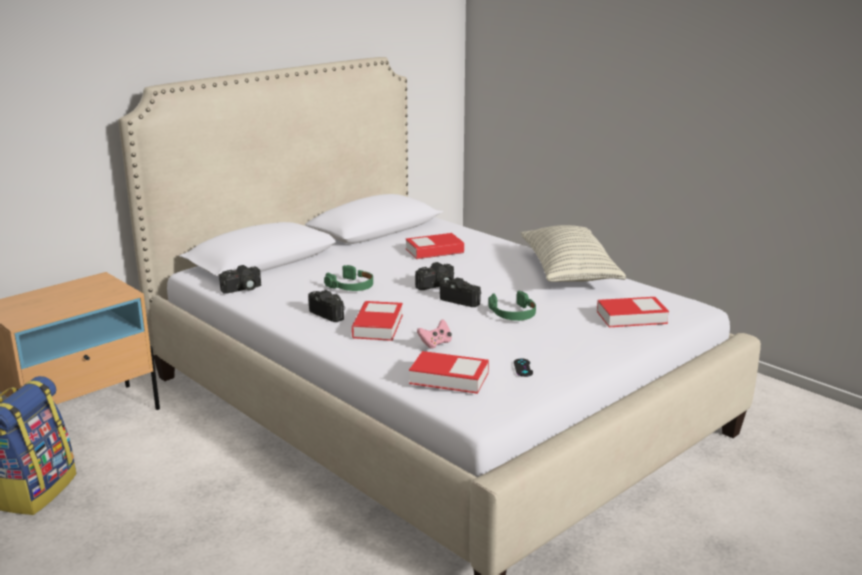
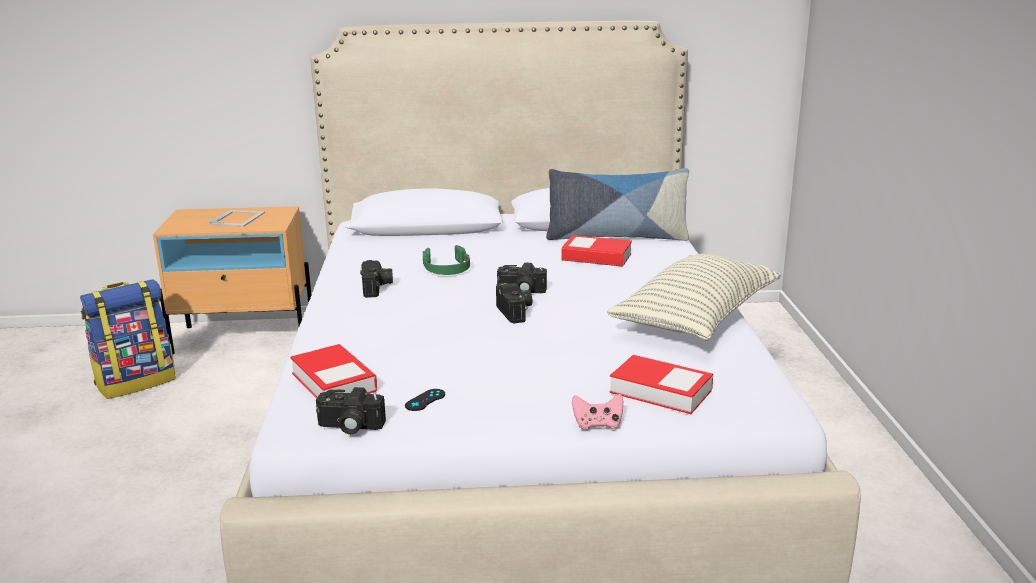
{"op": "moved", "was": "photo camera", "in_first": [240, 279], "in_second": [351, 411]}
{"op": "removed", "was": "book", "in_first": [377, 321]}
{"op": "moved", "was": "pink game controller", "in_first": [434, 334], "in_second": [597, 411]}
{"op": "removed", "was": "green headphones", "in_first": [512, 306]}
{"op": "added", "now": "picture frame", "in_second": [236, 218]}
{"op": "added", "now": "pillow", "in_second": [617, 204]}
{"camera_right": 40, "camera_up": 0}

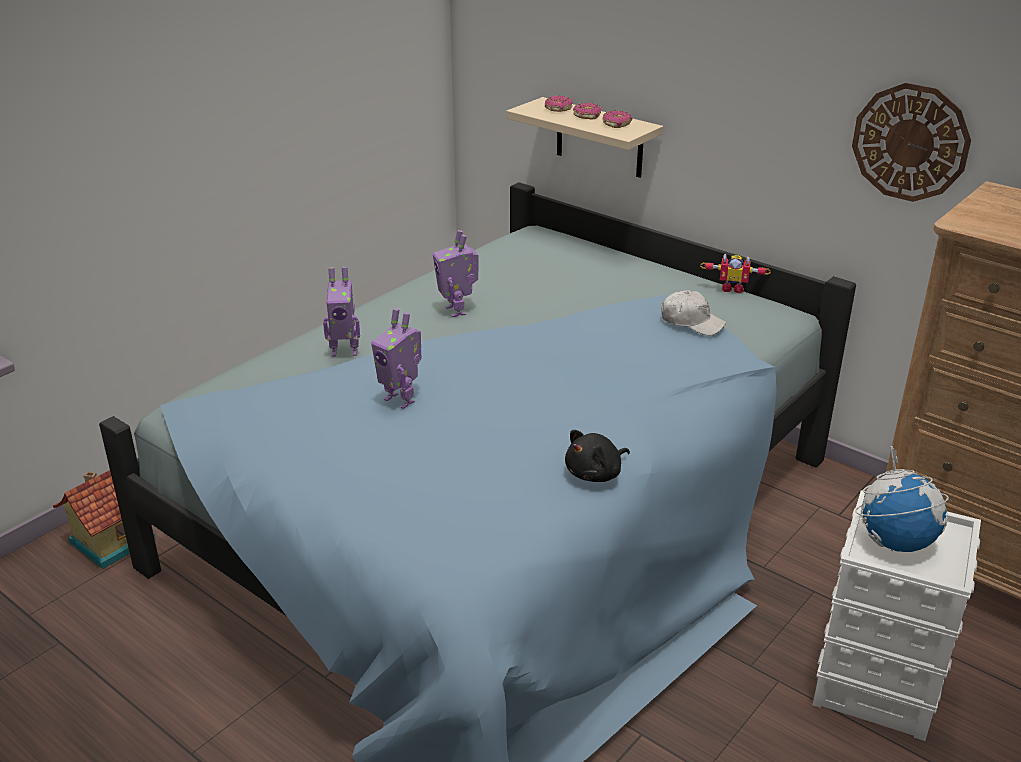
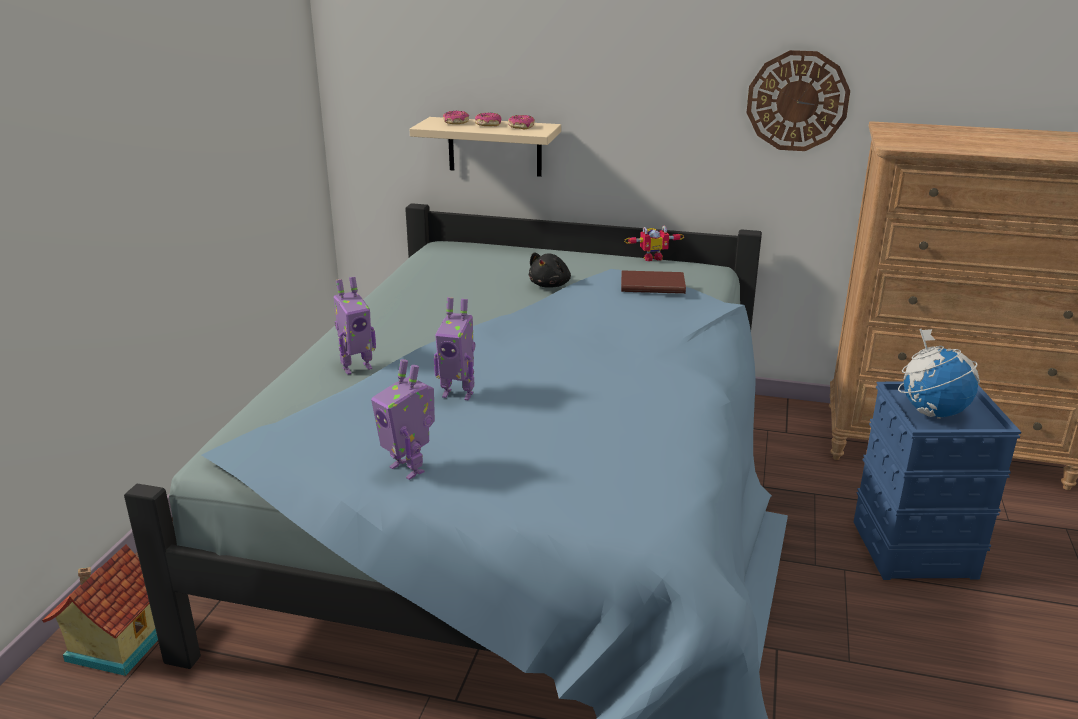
{"op": "moved", "was": "toy robot", "in_first": [456, 273], "in_second": [403, 419]}
{"op": "moved", "was": "black plush toy", "in_first": [597, 456], "in_second": [550, 270]}
{"op": "replaced", "was": "white cap", "now": "brown book", "in_first": [693, 313], "in_second": [653, 282]}
{"op": "recoloured", "was": "white storage box", "now": "blue storage box", "in_first": [897, 615], "in_second": [937, 481]}
{"camera_right": -25, "camera_up": -5}

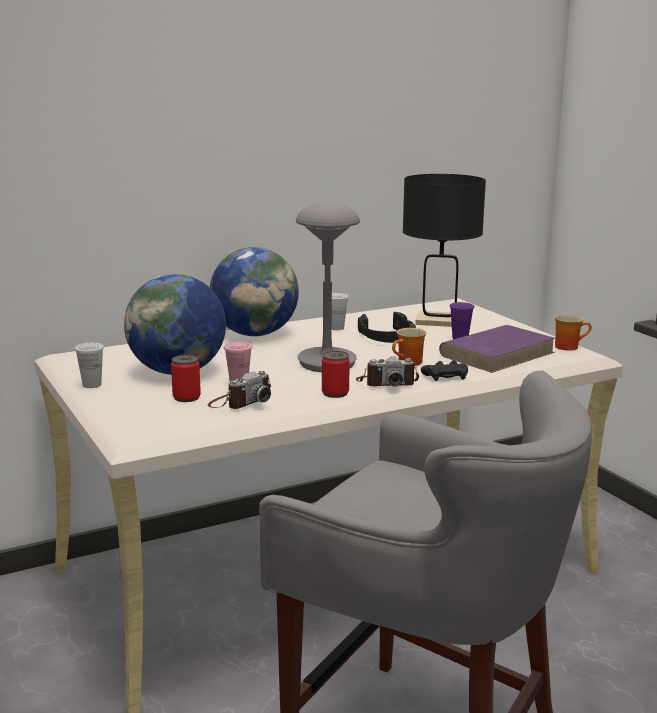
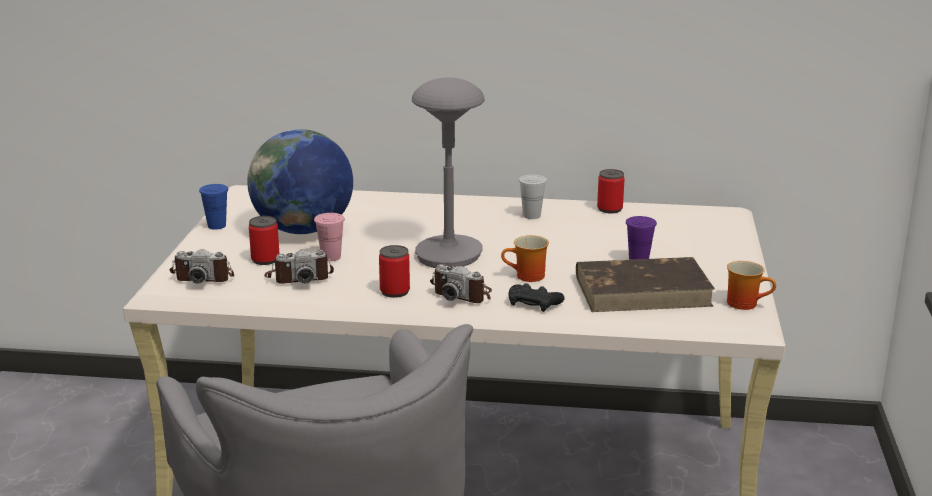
{"op": "recoloured", "was": "white cup", "now": "blue cup", "in_first": [89, 365], "in_second": [213, 207]}
{"op": "removed", "was": "globe", "in_first": [254, 291]}
{"op": "removed", "was": "black headphones", "in_first": [387, 327]}
{"op": "removed", "was": "black table lamp", "in_first": [444, 250]}
{"op": "recoloured", "was": "purple book", "now": "brown book", "in_first": [497, 349], "in_second": [645, 284]}
{"op": "added", "now": "photo camera", "in_second": [201, 266]}
{"op": "added", "now": "can", "in_second": [611, 191]}
{"camera_right": 35, "camera_up": 5}

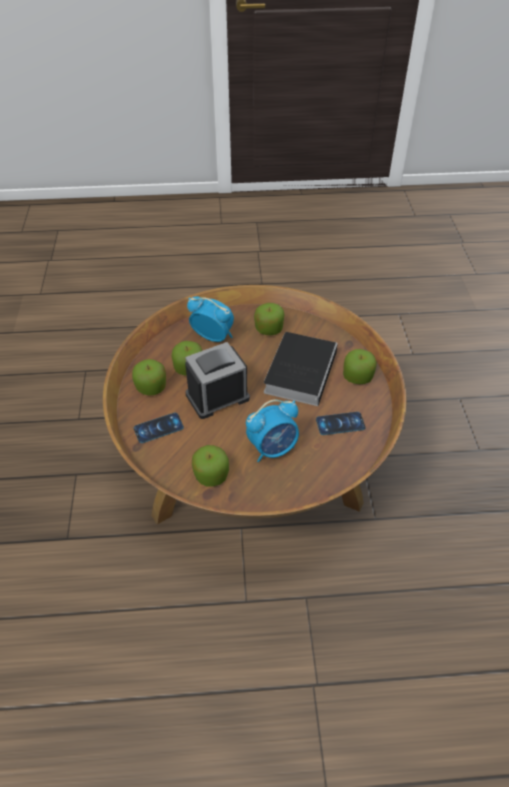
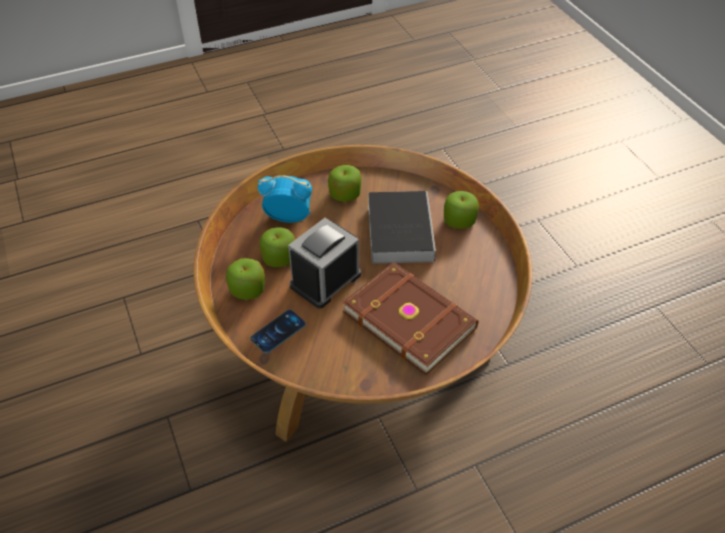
{"op": "removed", "was": "apple", "in_first": [210, 466]}
{"op": "replaced", "was": "alarm clock", "now": "brown book", "in_first": [272, 431], "in_second": [410, 318]}
{"op": "removed", "was": "phone", "in_first": [341, 423]}
{"camera_right": -20, "camera_up": 0}

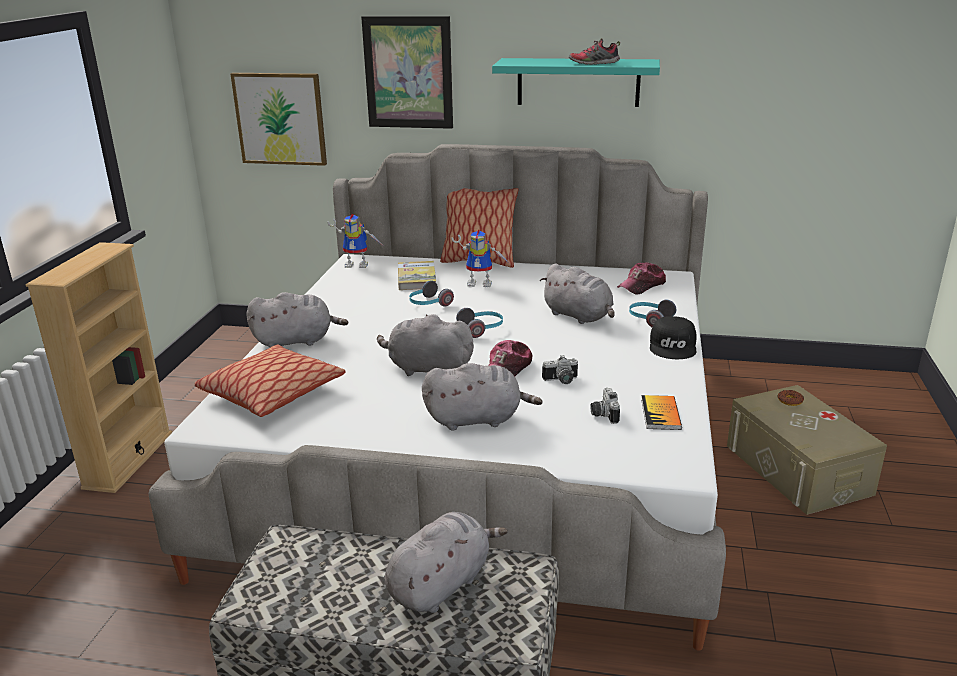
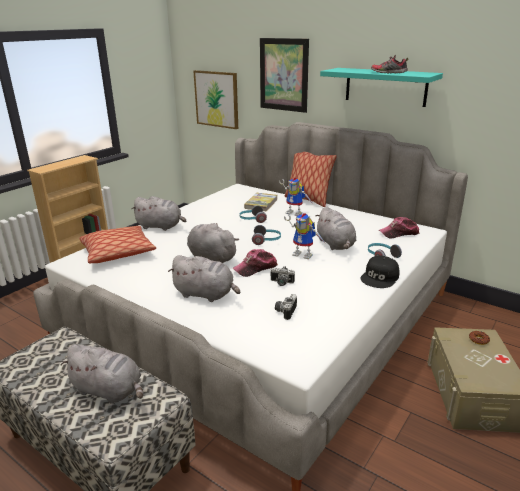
{"op": "moved", "was": "toy robot", "in_first": [354, 241], "in_second": [305, 236]}
{"op": "turned", "was": "grey plush toy", "in_first": [446, 562], "in_second": [102, 374], "clockwise": 45}
{"op": "removed", "was": "book", "in_first": [661, 412]}
{"camera_right": 25, "camera_up": 0}

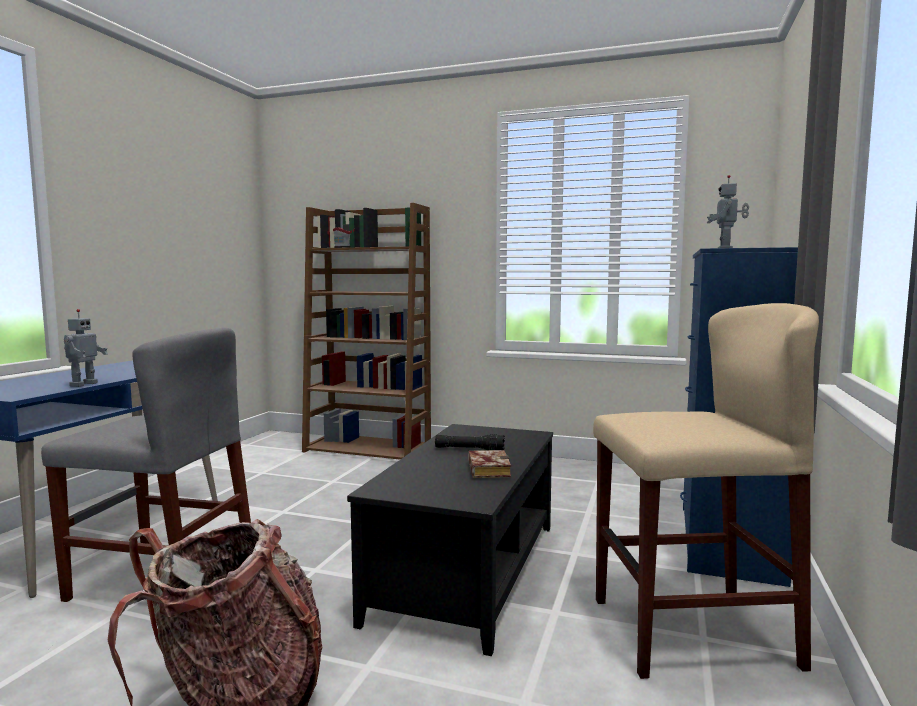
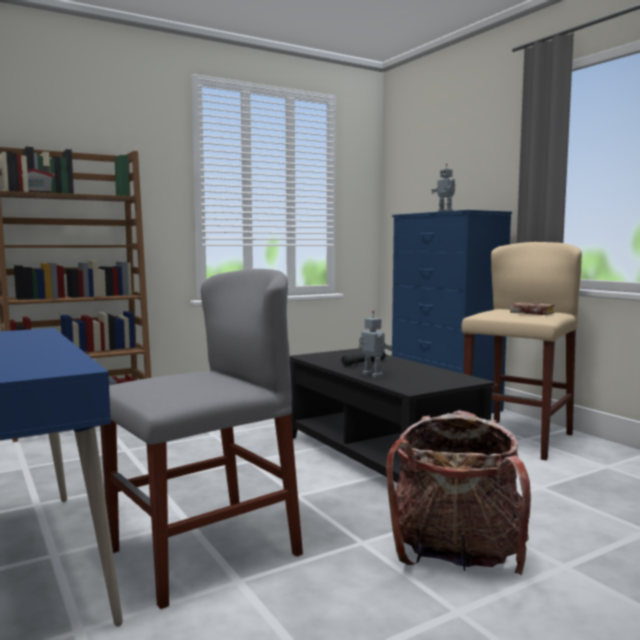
{"op": "moved", "was": "toy robot", "in_first": [86, 348], "in_second": [376, 344]}
{"op": "moved", "was": "book", "in_first": [489, 464], "in_second": [532, 309]}
{"camera_right": -50, "camera_up": 0}

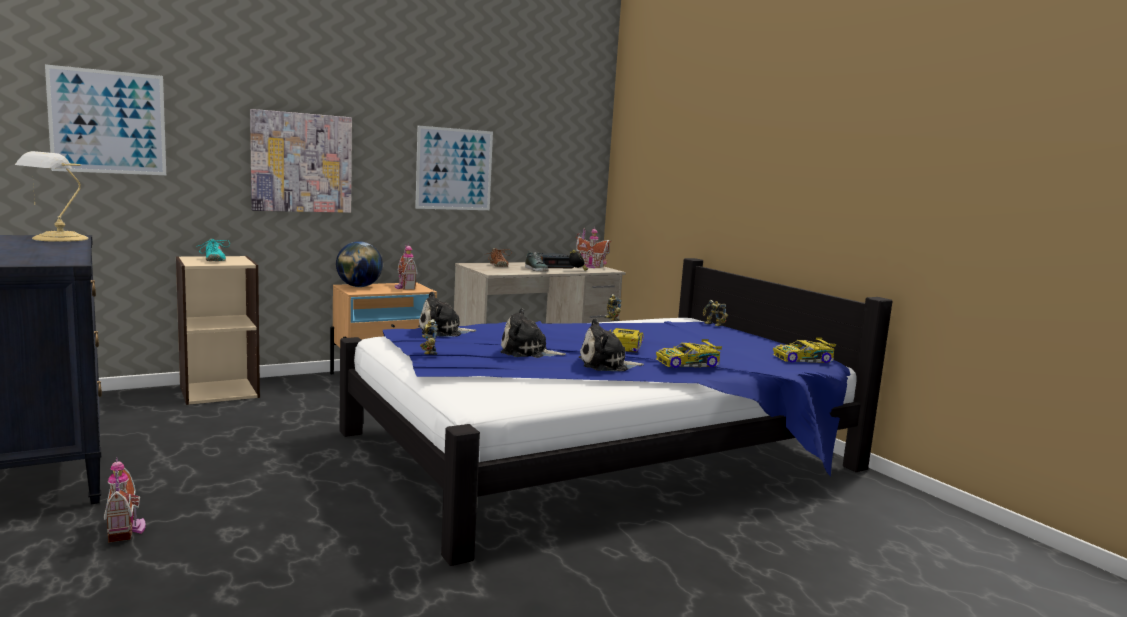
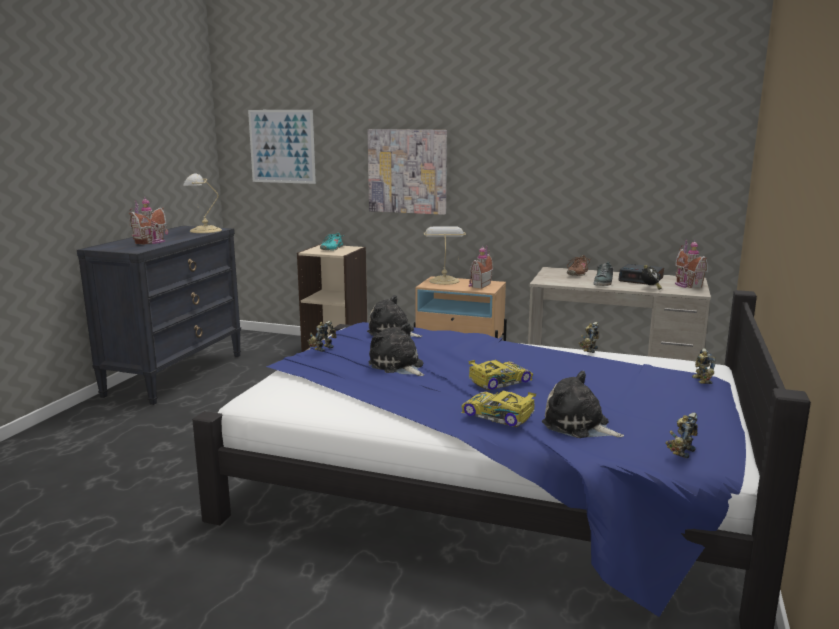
{"op": "moved", "was": "toy house", "in_first": [125, 500], "in_second": [148, 220]}
{"op": "replaced", "was": "globe", "now": "table lamp", "in_first": [359, 264], "in_second": [445, 255]}
{"op": "removed", "was": "picture", "in_first": [454, 168]}
{"op": "moved", "was": "plush toy", "in_first": [611, 345], "in_second": [583, 404]}
{"op": "replaced", "was": "toy car", "now": "toy robot", "in_first": [804, 350], "in_second": [682, 435]}
{"camera_right": 50, "camera_up": 5}

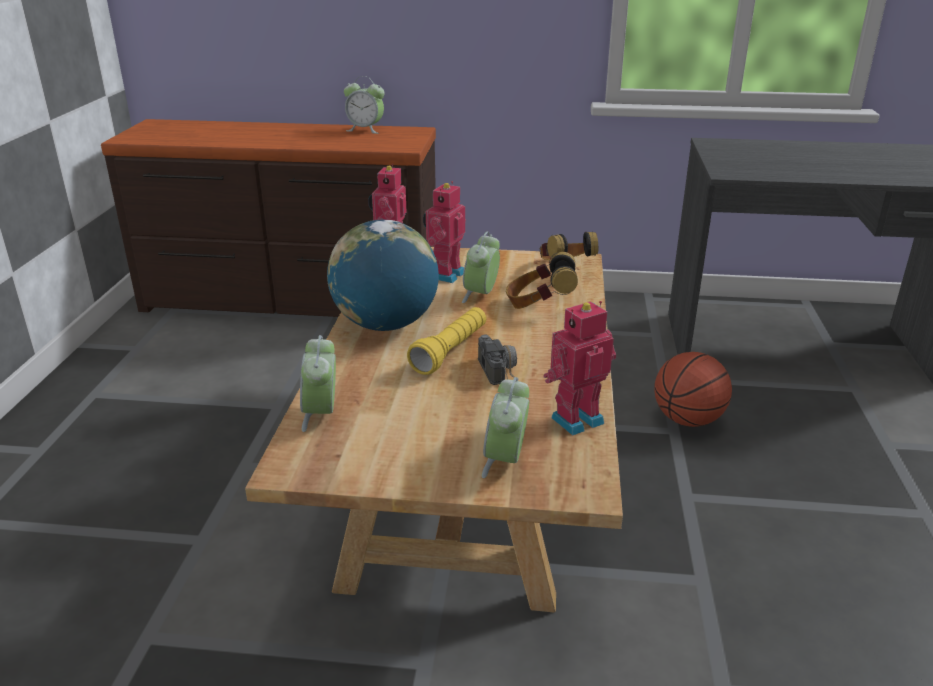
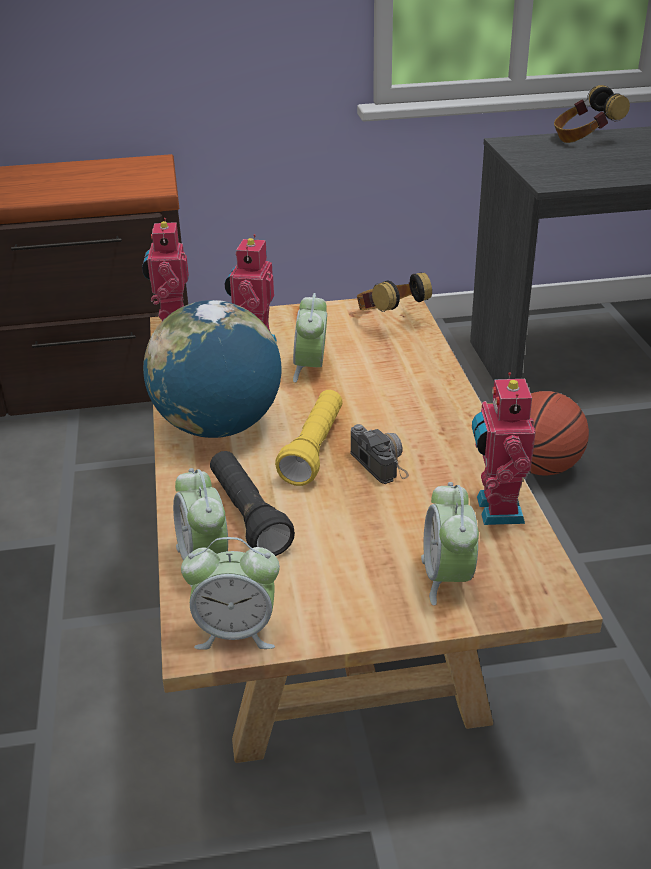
{"op": "moved", "was": "alarm clock", "in_first": [364, 105], "in_second": [230, 593]}
{"op": "moved", "was": "headphones", "in_first": [542, 280], "in_second": [592, 114]}
{"op": "turned", "was": "toy robot", "in_first": [580, 368], "in_second": [504, 448], "clockwise": -45}
{"op": "added", "now": "black flashlight", "in_second": [252, 503]}
{"camera_right": -15, "camera_up": 5}

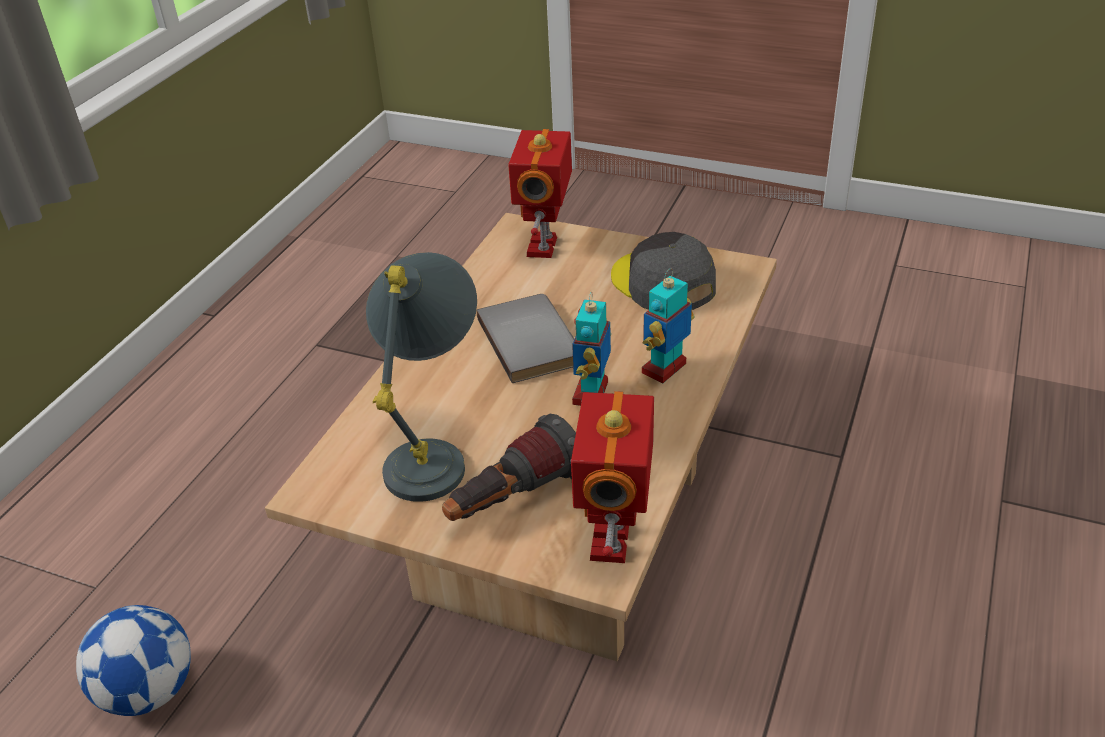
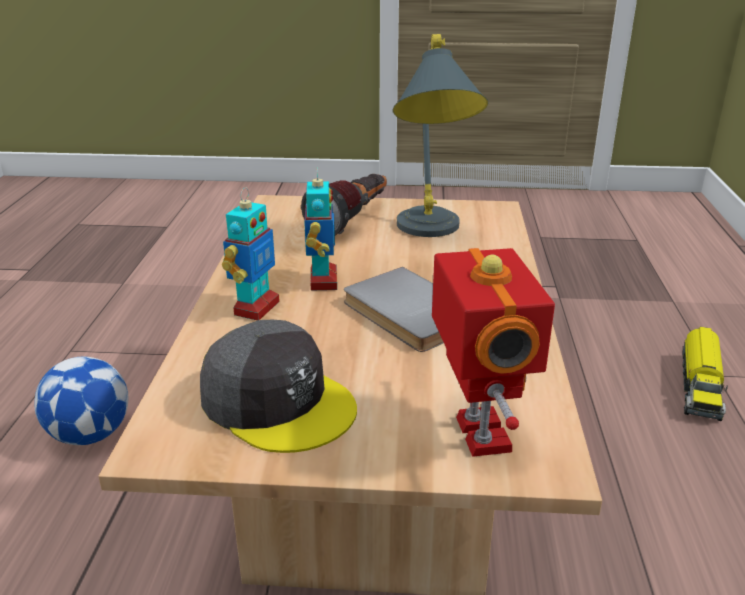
{"op": "moved", "was": "football", "in_first": [133, 660], "in_second": [81, 400]}
{"op": "removed", "was": "toy robot", "in_first": [612, 477]}
{"op": "added", "now": "toy truck", "in_second": [705, 374]}
{"camera_right": 160, "camera_up": -10}

